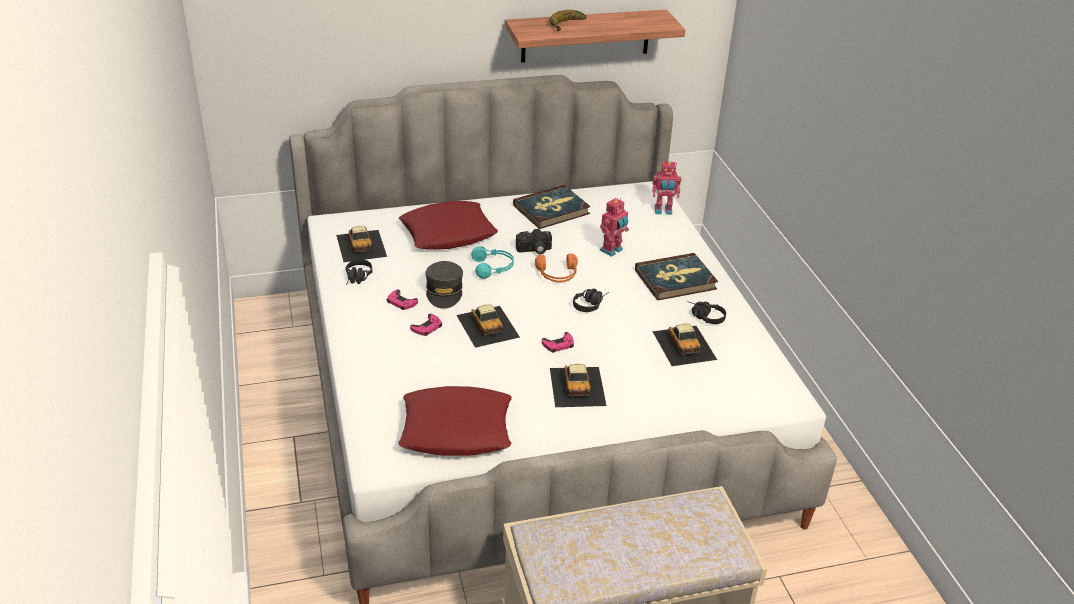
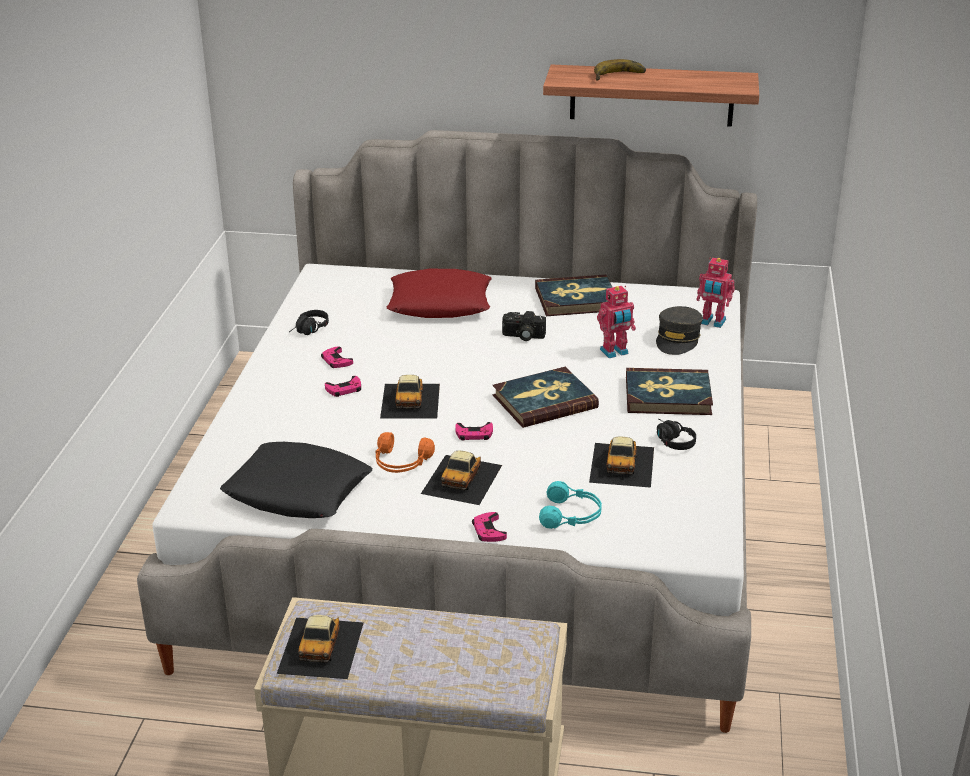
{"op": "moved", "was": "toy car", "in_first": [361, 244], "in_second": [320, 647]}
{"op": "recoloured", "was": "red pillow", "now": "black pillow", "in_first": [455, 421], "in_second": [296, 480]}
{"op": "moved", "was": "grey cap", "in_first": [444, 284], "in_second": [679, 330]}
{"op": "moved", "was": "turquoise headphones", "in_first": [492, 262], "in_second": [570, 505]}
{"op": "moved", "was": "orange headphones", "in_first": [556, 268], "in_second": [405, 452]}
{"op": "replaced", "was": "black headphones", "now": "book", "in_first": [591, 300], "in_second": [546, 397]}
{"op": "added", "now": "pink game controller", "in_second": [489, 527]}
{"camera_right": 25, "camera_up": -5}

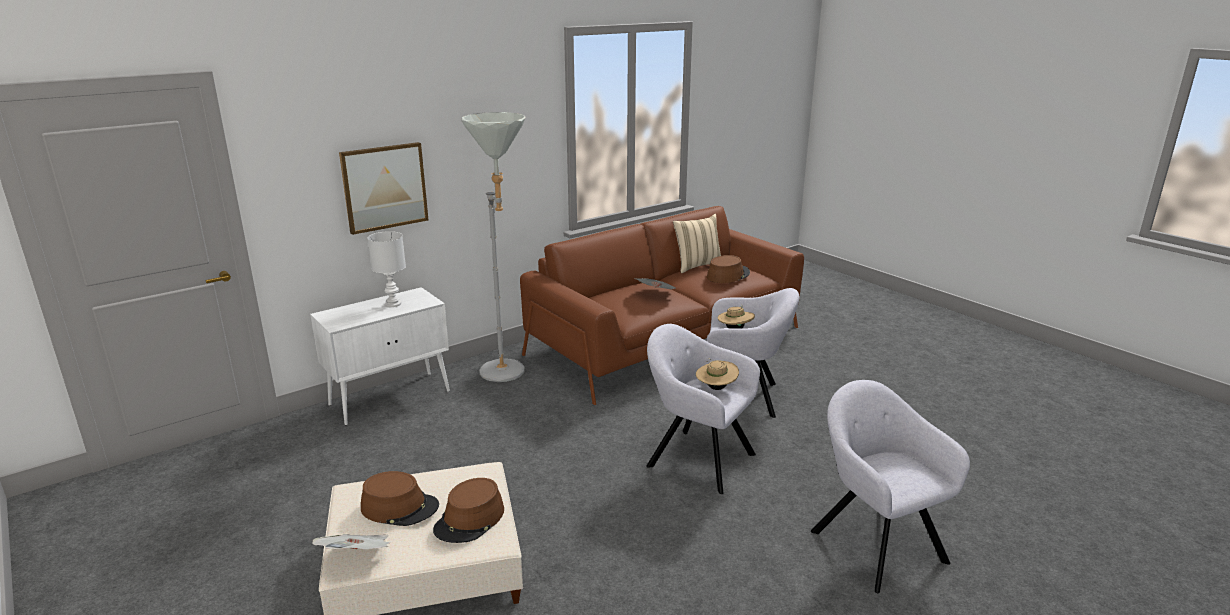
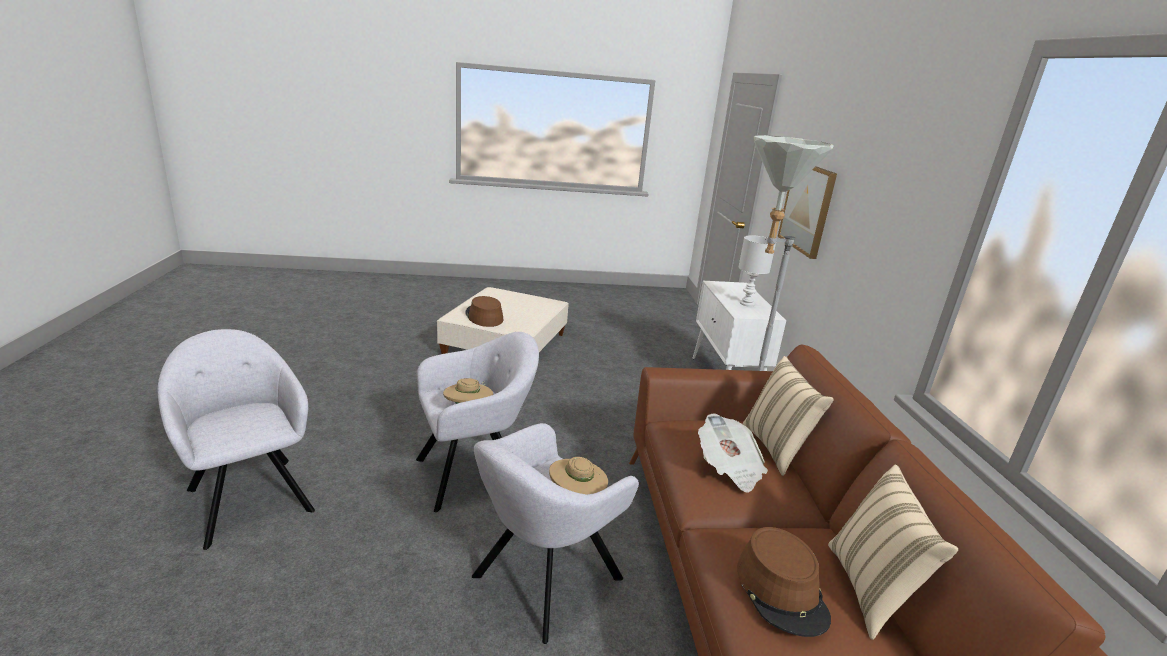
{"op": "removed", "was": "newspaper", "in_first": [351, 541]}
{"op": "removed", "was": "brown hat", "in_first": [400, 498]}
{"op": "turned", "was": "grey armchair", "in_first": [890, 486], "in_second": [236, 439], "clockwise": -135}
{"op": "added", "now": "beige pillow", "in_second": [788, 416]}
{"camera_right": 120, "camera_up": 0}

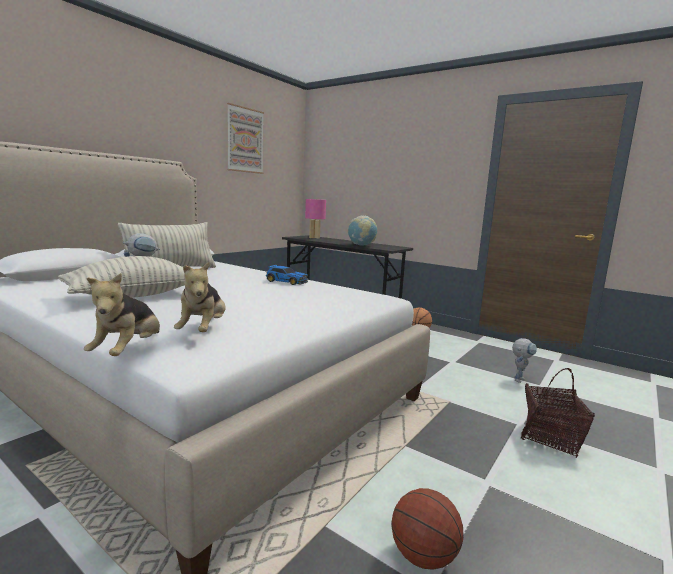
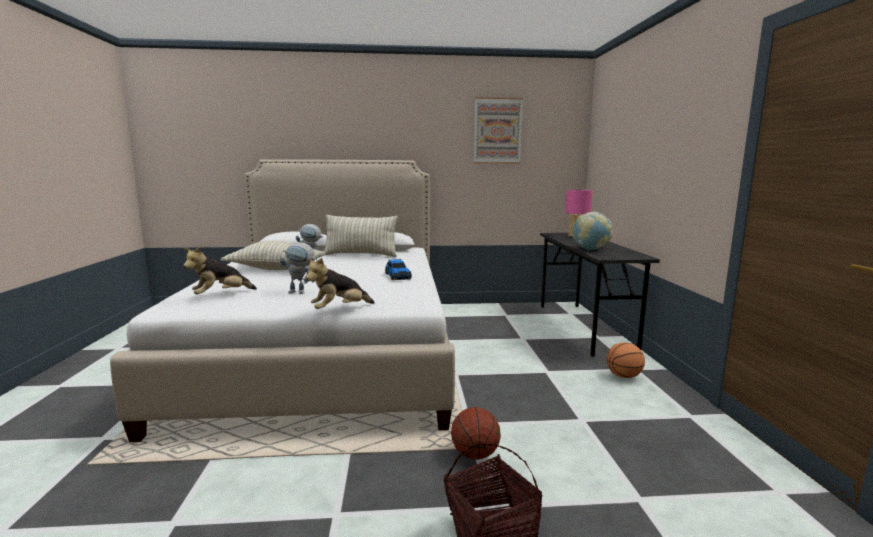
{"op": "moved", "was": "plush toy", "in_first": [122, 314], "in_second": [340, 283]}
{"op": "moved", "was": "basketball", "in_first": [427, 529], "in_second": [476, 433]}
{"op": "moved", "was": "toy robot", "in_first": [524, 360], "in_second": [298, 268]}
{"camera_right": 50, "camera_up": 0}

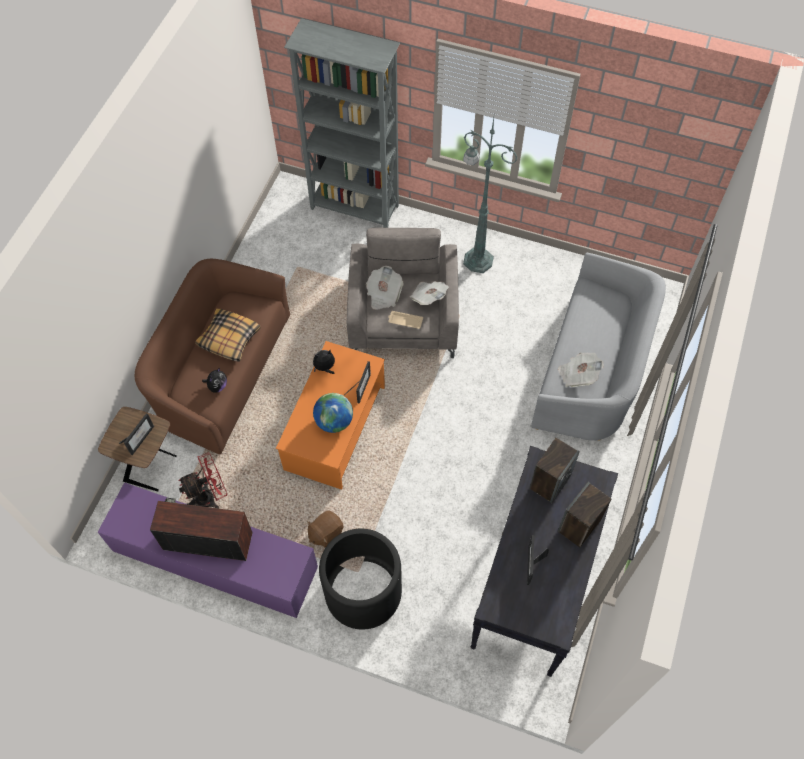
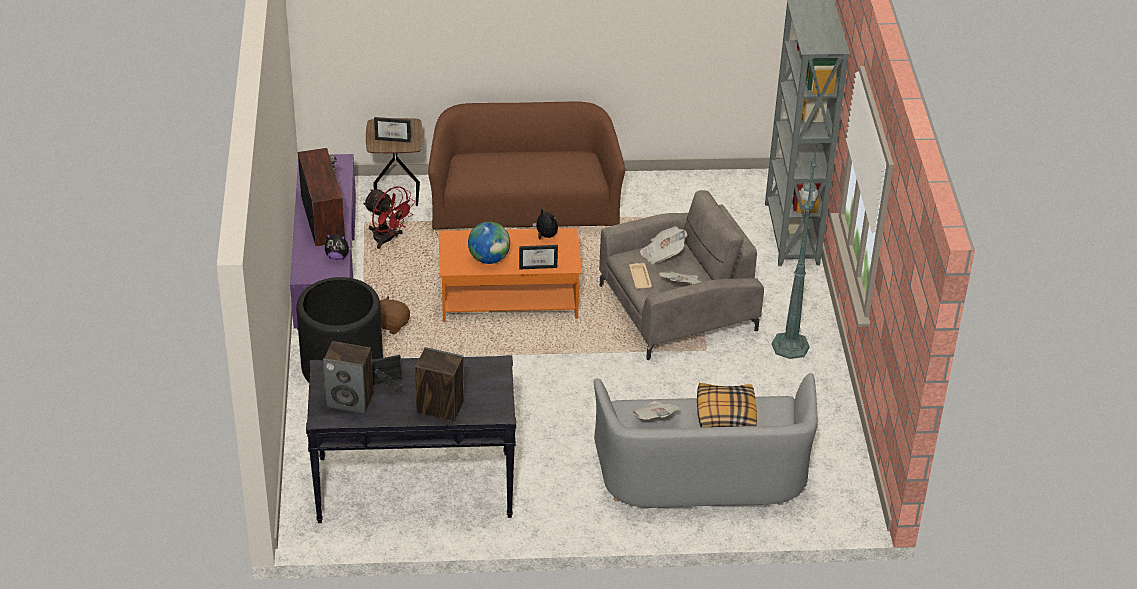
{"op": "moved", "was": "pillow", "in_first": [228, 335], "in_second": [727, 405]}
{"op": "moved", "was": "plush toy", "in_first": [214, 380], "in_second": [338, 247]}
{"op": "moved", "was": "speaker", "in_first": [555, 470], "in_second": [348, 377]}
{"camera_right": 65, "camera_up": -20}

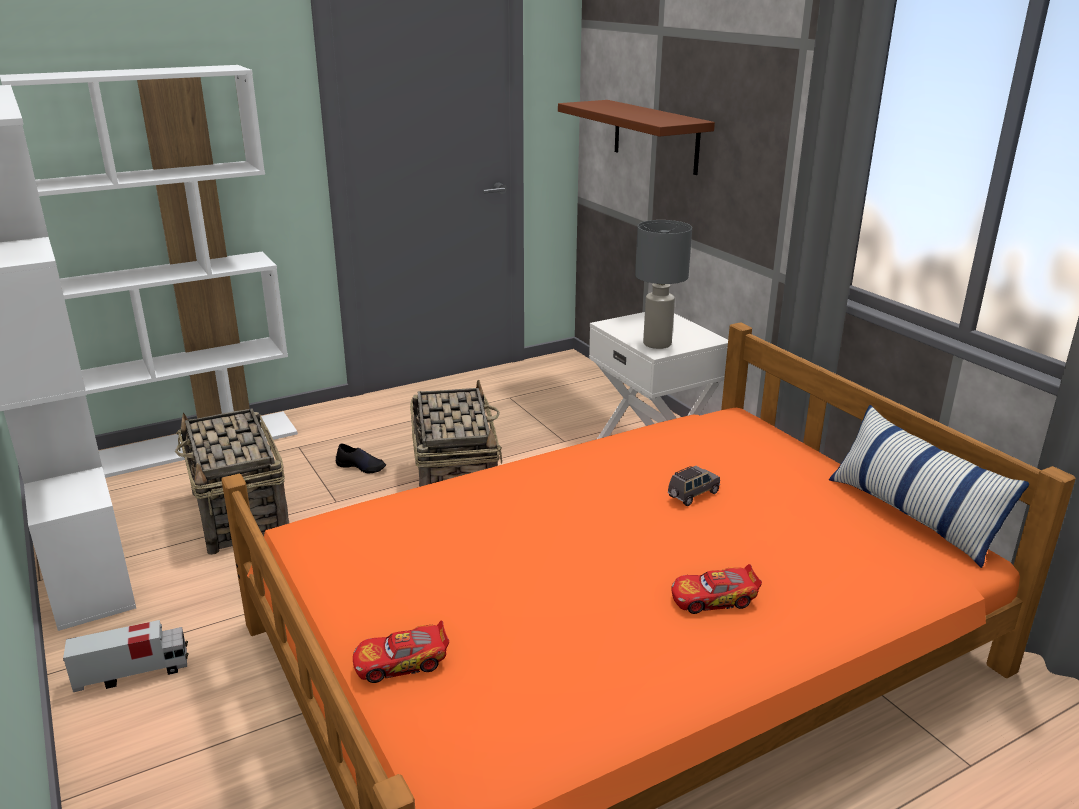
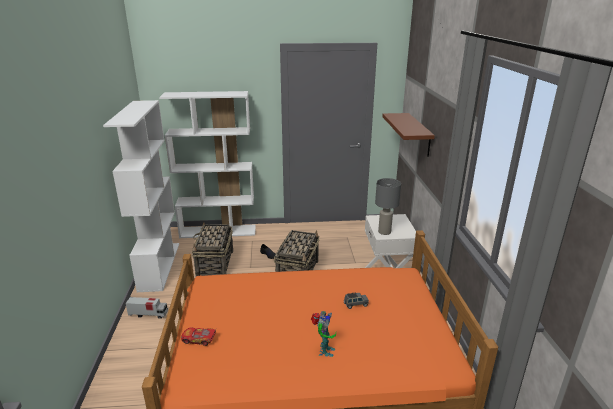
{"op": "replaced", "was": "toy car", "now": "toy robot", "in_first": [716, 589], "in_second": [323, 334]}
{"op": "removed", "was": "pillow", "in_first": [929, 486]}
{"camera_right": 25, "camera_up": 0}

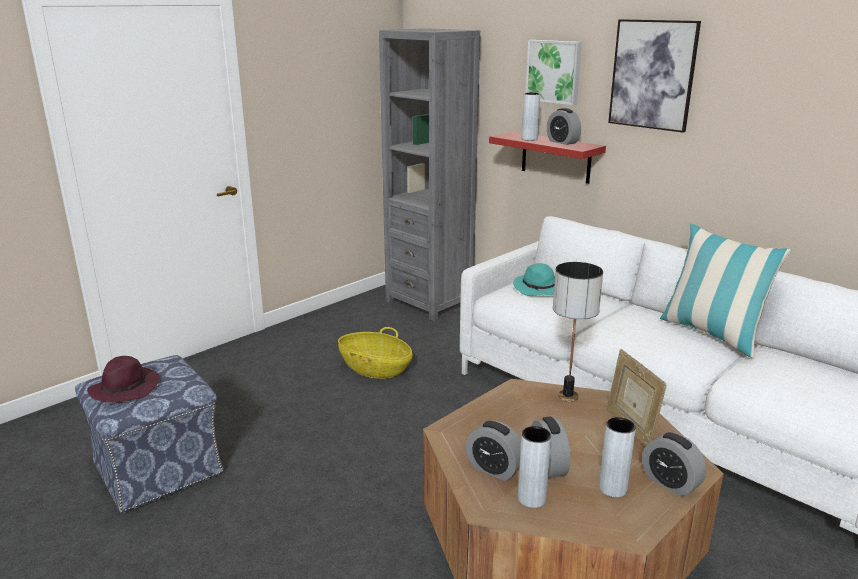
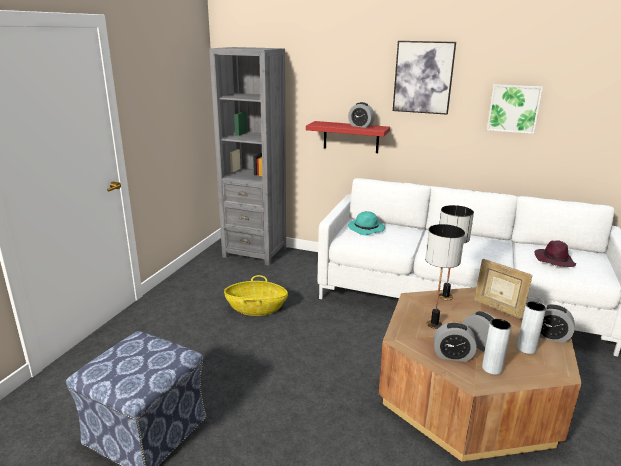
{"op": "moved", "was": "purple hat", "in_first": [123, 379], "in_second": [555, 253]}
{"op": "removed", "was": "grey vase", "in_first": [530, 117]}
{"op": "moved", "was": "picture", "in_first": [553, 72], "in_second": [515, 109]}
{"op": "removed", "was": "pillow", "in_first": [725, 291]}
{"op": "added", "now": "table lamp", "in_second": [445, 276]}
{"camera_right": -25, "camera_up": 0}

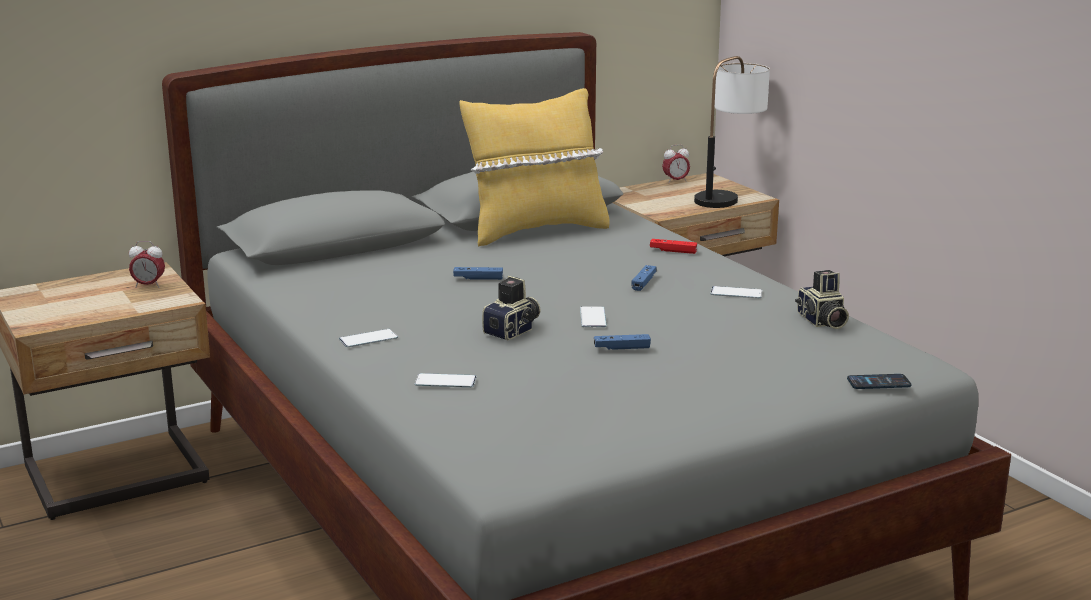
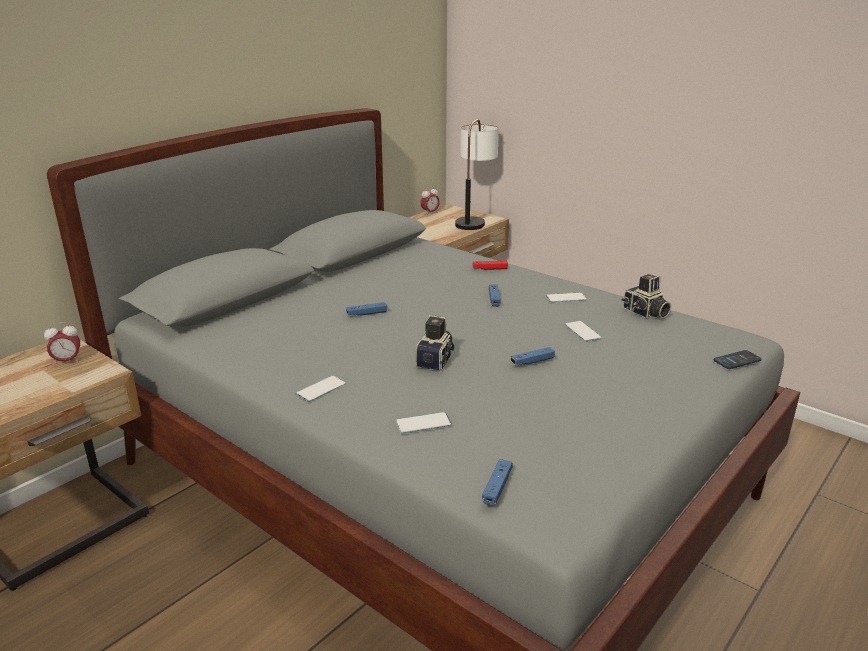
{"op": "removed", "was": "yellow pillow", "in_first": [534, 167]}
{"op": "moved", "was": "phone", "in_first": [593, 316], "in_second": [583, 331]}
{"op": "added", "now": "blue game controller", "in_second": [497, 482]}
{"camera_right": -20, "camera_up": 5}

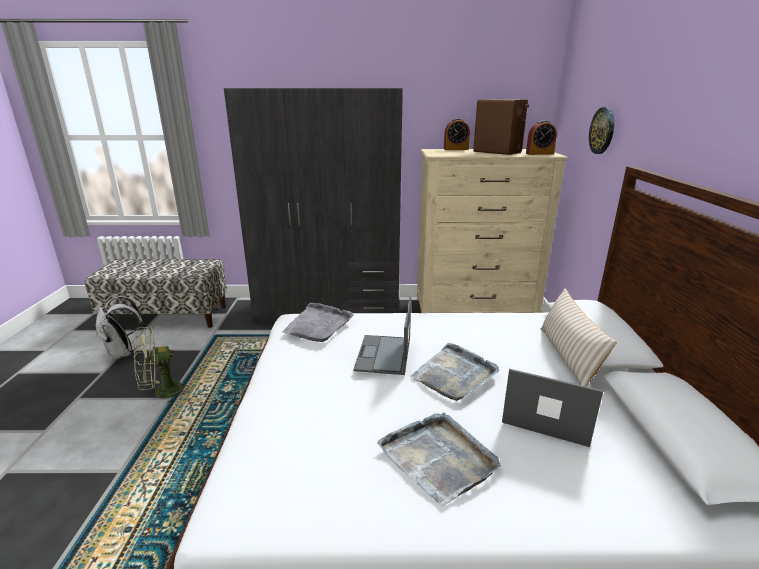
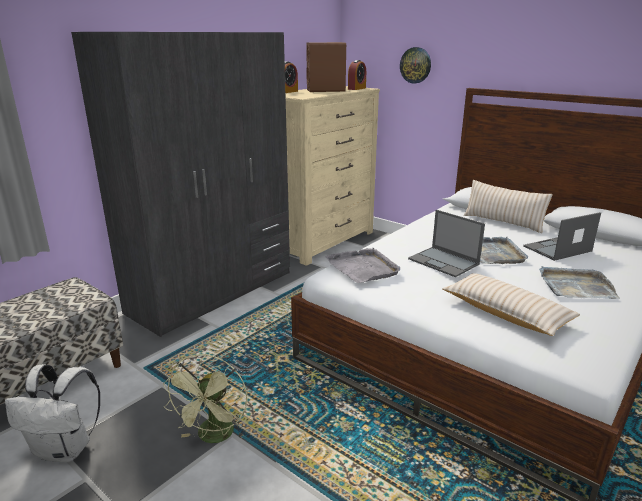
{"op": "added", "now": "beige pillow", "in_second": [511, 304]}
{"camera_right": -50, "camera_up": 0}

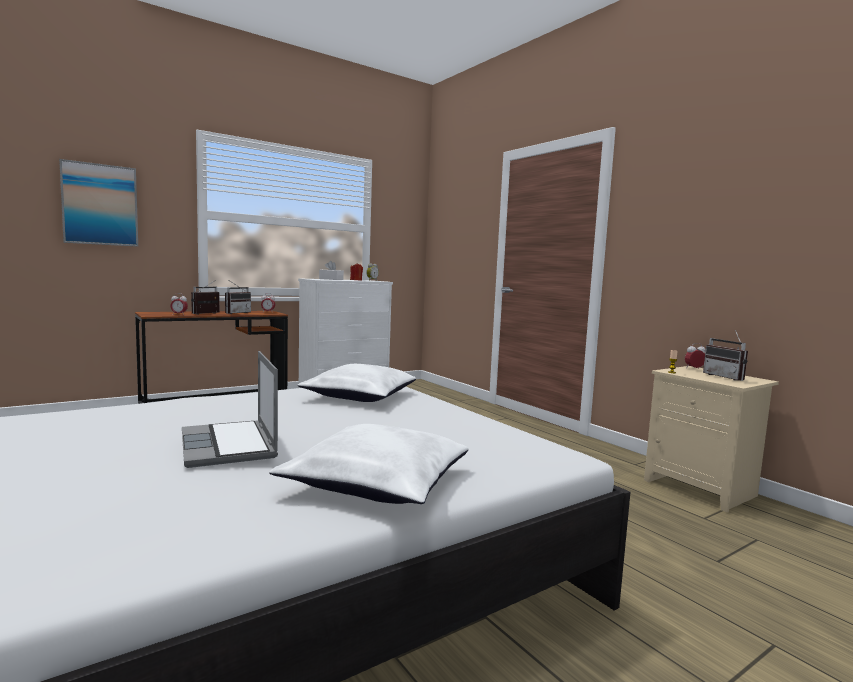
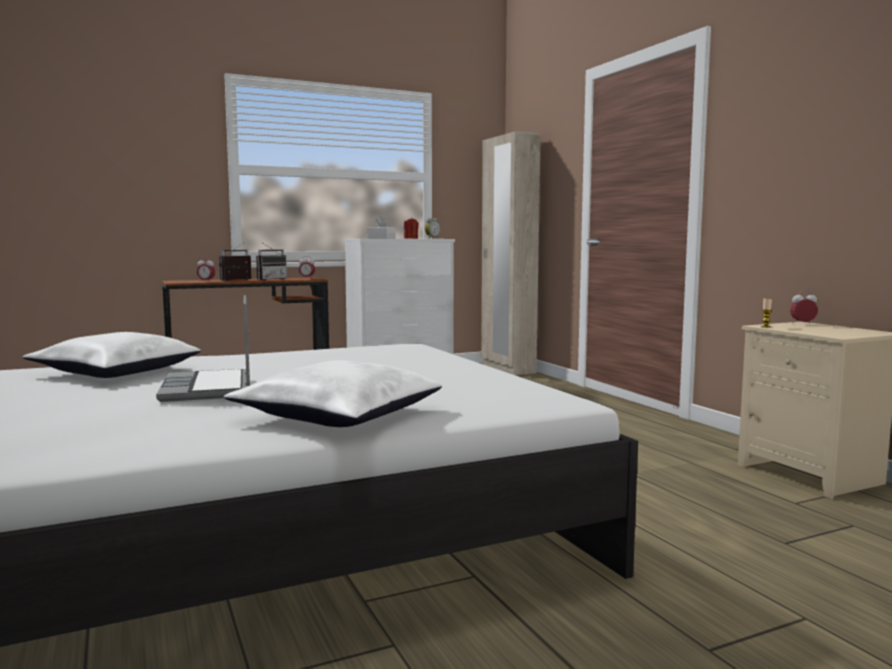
{"op": "removed", "was": "picture", "in_first": [98, 203]}
{"op": "moved", "was": "white pillow", "in_first": [356, 383], "in_second": [112, 355]}
{"op": "removed", "was": "radio", "in_first": [725, 355]}
{"op": "added", "now": "beige wardrobe", "in_second": [511, 253]}
{"camera_right": 10, "camera_up": 0}

